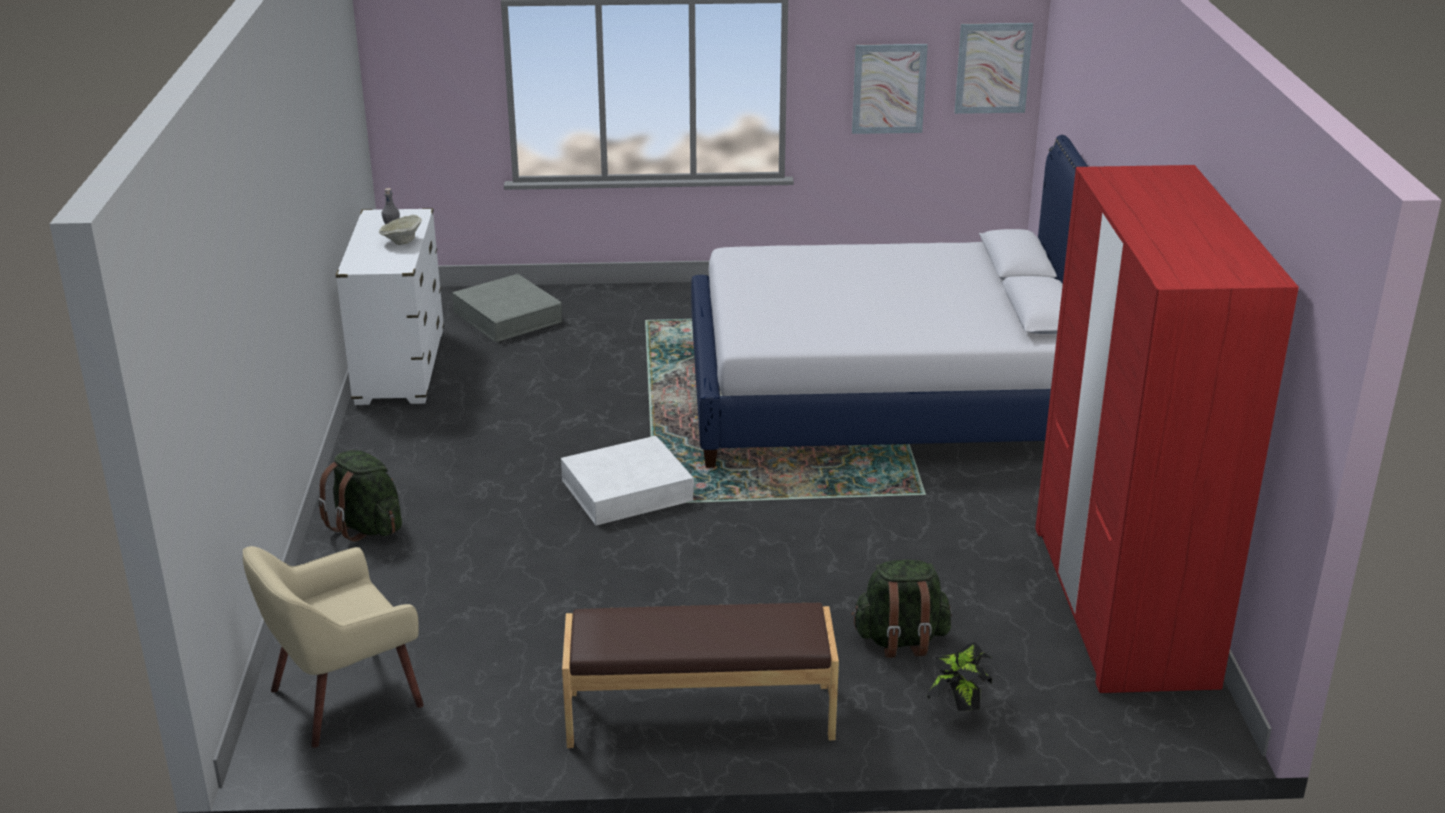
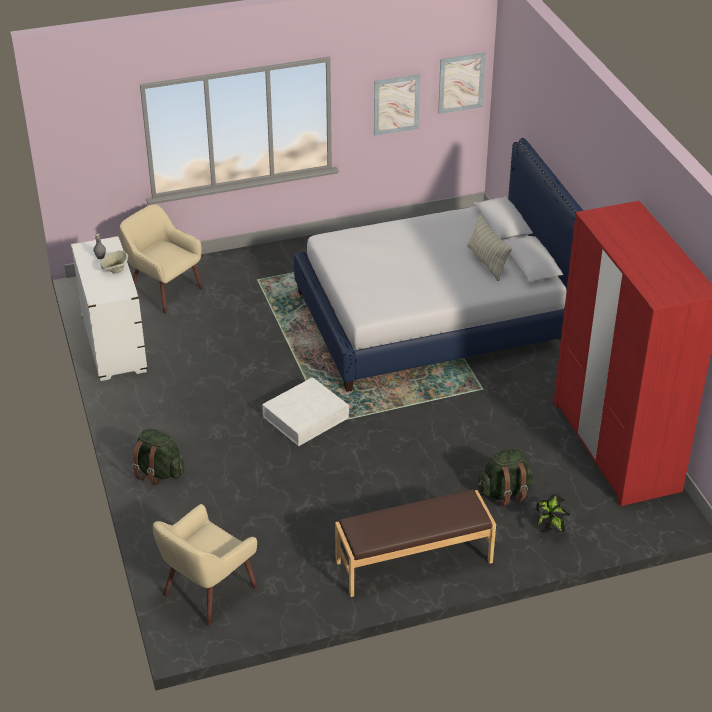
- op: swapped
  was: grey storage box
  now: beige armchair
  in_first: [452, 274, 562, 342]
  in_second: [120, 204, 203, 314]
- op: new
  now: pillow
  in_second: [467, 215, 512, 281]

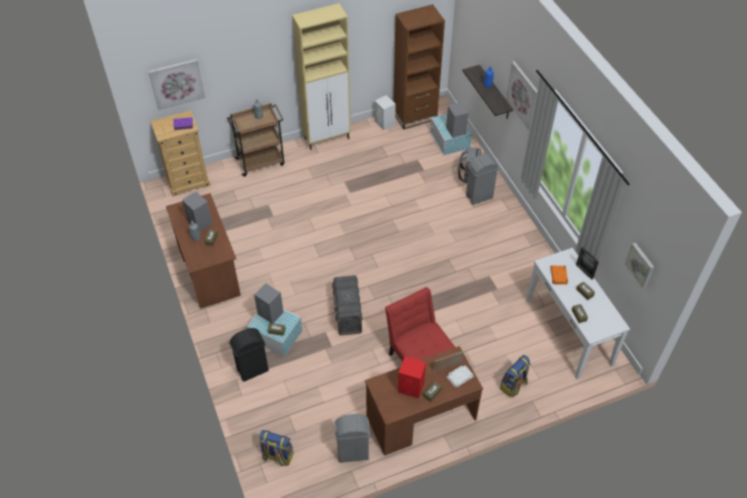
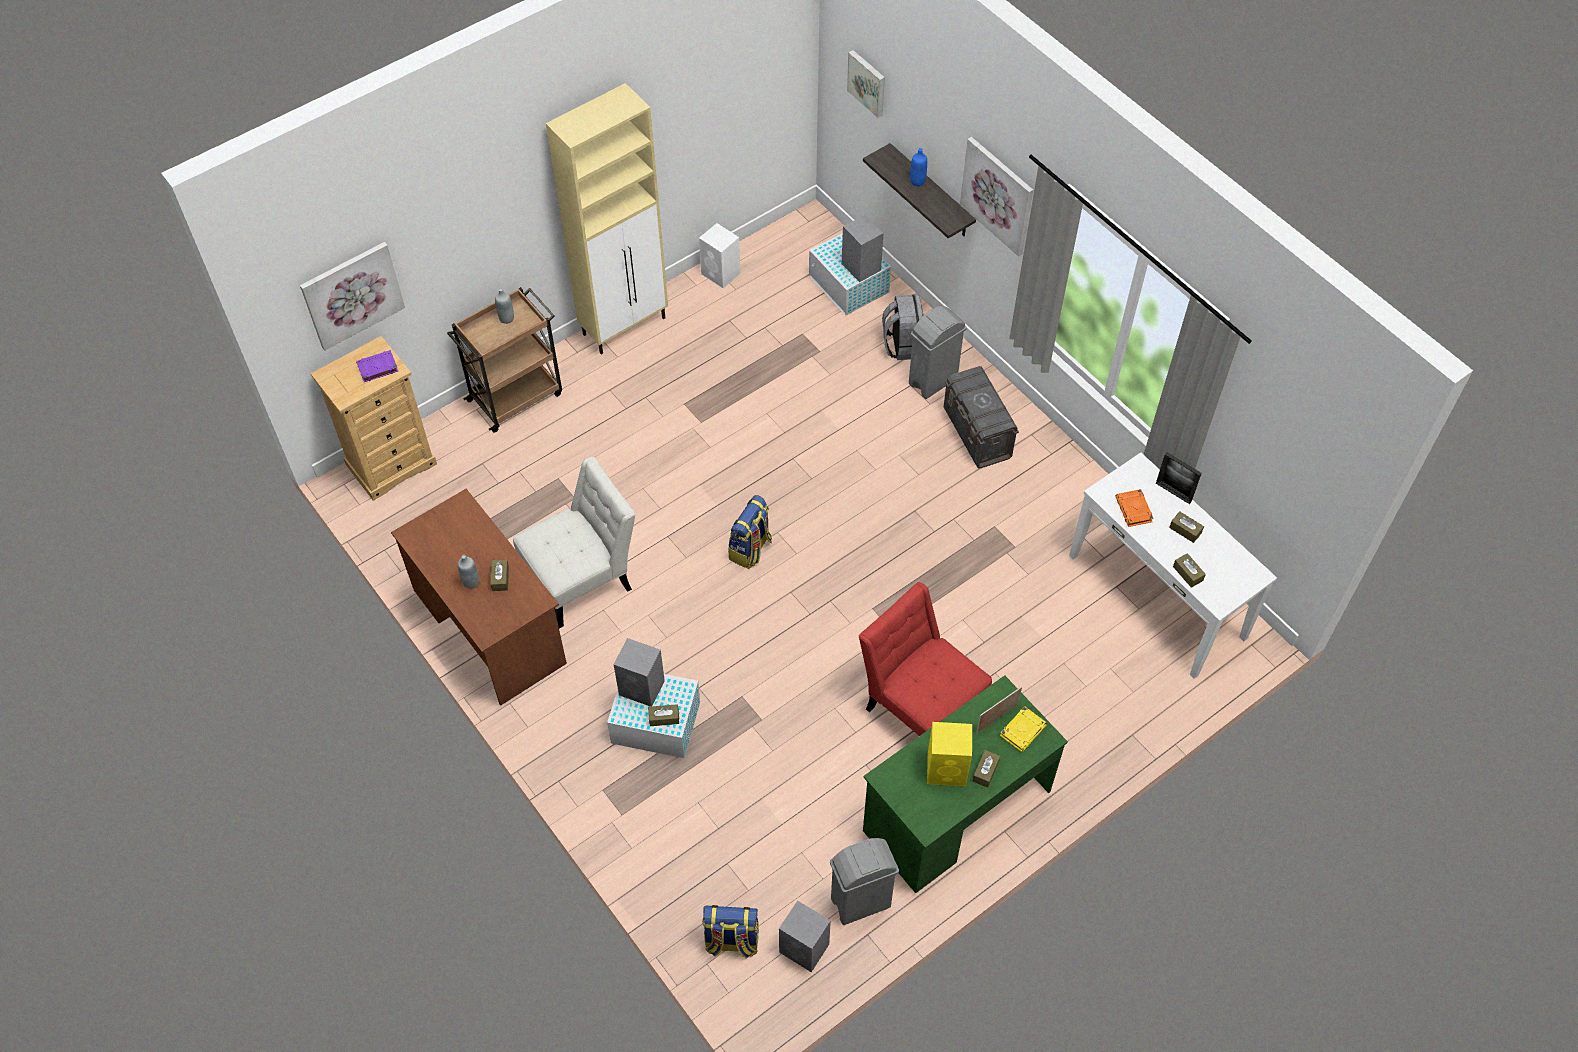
- op: gone
  was: brown bookcase
  in_first: [393, 4, 445, 130]
- op: shifted
  was: grey speaker
  in_first: [182, 191, 212, 232]
  in_second: [779, 901, 831, 972]
- op: shifted
  was: picture
  in_first: [625, 243, 654, 288]
  in_second: [847, 50, 885, 118]
- op: shifted
  was: grey storage box
  in_first: [332, 275, 363, 335]
  in_second: [944, 366, 1019, 469]
- op: gone
  was: black trash can
  in_first: [229, 328, 269, 382]
- op: repainted
  was: brown desk
  now: green desk
  in_first: [365, 346, 483, 456]
  in_second: [863, 675, 1068, 893]
- op: shifted
  was: backpack
  in_first: [500, 355, 531, 397]
  in_second: [728, 495, 772, 569]
- op: repainted
  was: red speaker
  now: yellow speaker
  in_first: [398, 356, 426, 399]
  in_second: [927, 722, 972, 786]
- op: repainted
  was: white book
  now: yellow book
  in_first: [446, 364, 474, 388]
  in_second: [1000, 706, 1047, 752]
- op: new
  now: white chair
  in_second: [513, 457, 636, 629]

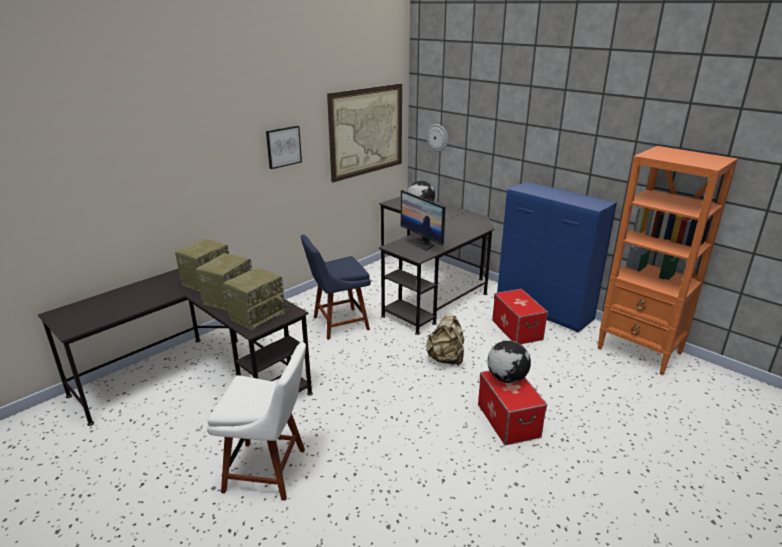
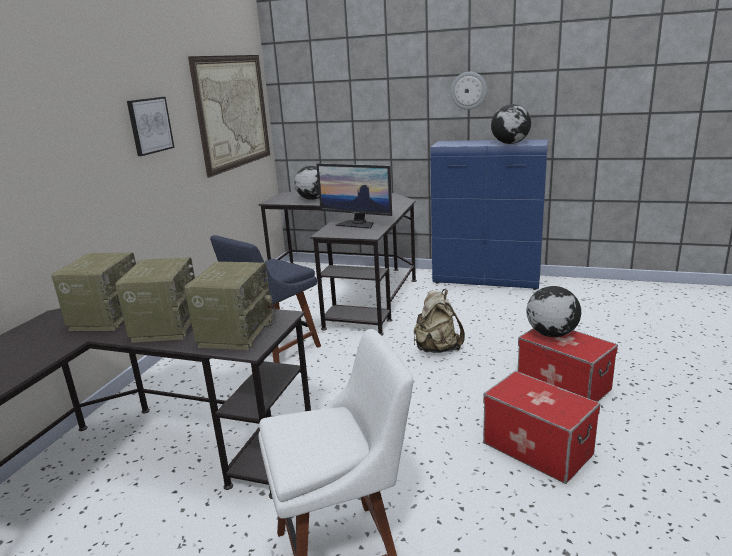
- op: shifted
  was: wall clock
  in_first: [426, 124, 448, 152]
  in_second: [451, 72, 487, 110]
- op: gone
  was: orange bookcase
  in_first: [598, 146, 738, 375]
- op: shifted
  was: storage box
  in_first: [492, 289, 548, 344]
  in_second: [483, 371, 600, 484]
- op: new
  now: globe
  in_second: [491, 104, 531, 144]

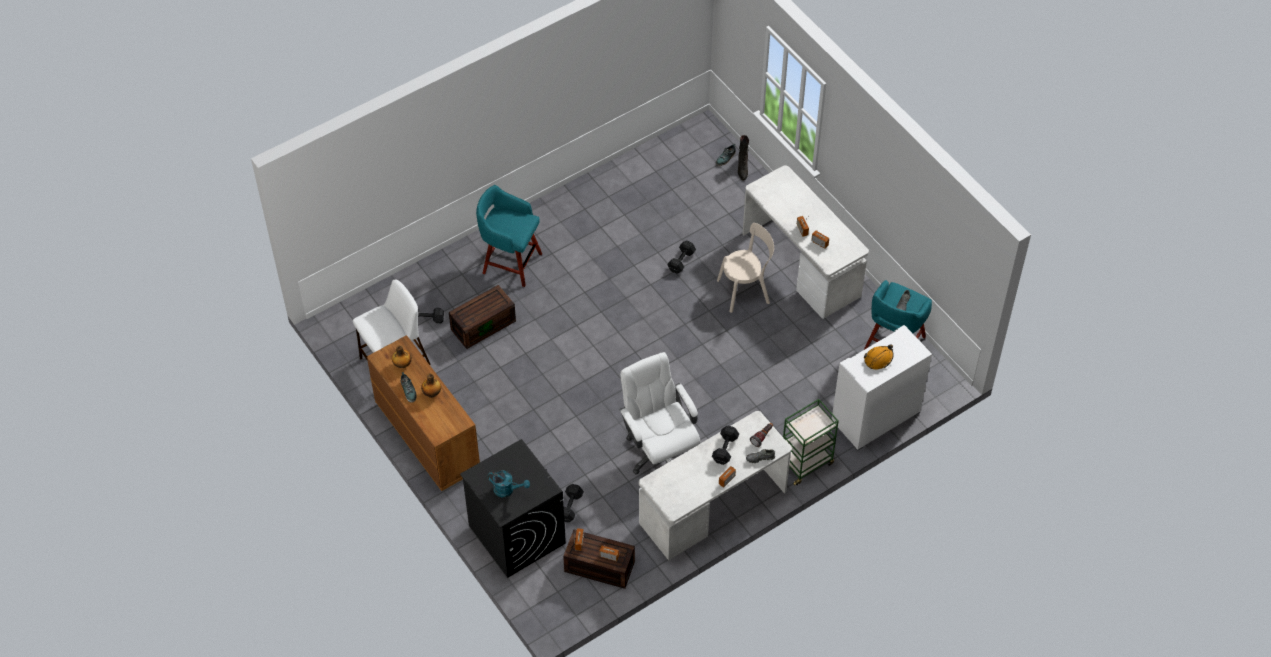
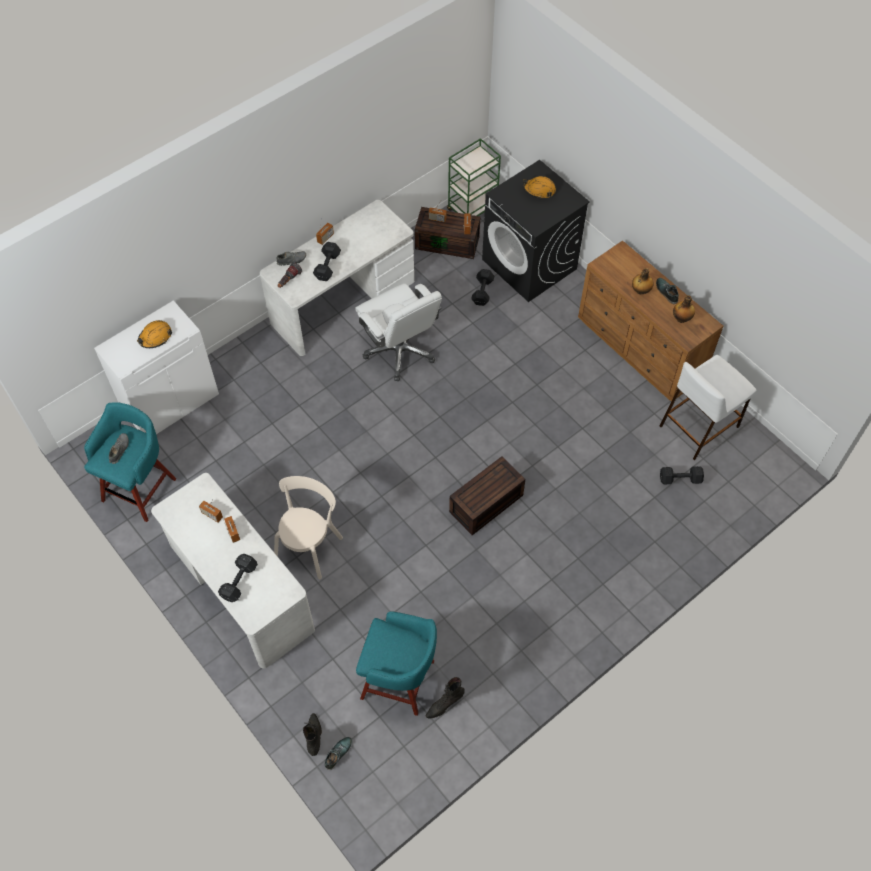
- op: shifted
  was: turquoise stool
  in_first: [476, 185, 542, 287]
  in_second: [356, 611, 437, 716]
- op: rotated
  was: beige chair
  in_first: [717, 223, 774, 313]
  in_second: [274, 476, 343, 579]
  clockwise: 135
- op: shifted
  was: black dumbbell
  in_first: [667, 241, 696, 274]
  in_second: [218, 554, 258, 602]
- op: shifted
  was: brown storage box
  in_first: [449, 285, 516, 349]
  in_second: [449, 456, 525, 535]
- op: shifted
  was: green cart
  in_first: [783, 399, 839, 486]
  in_second: [447, 138, 501, 216]
- op: swapped
  was: turquoise watering can
  now: orange hard hat
  in_first: [487, 471, 530, 497]
  in_second: [523, 176, 556, 199]
- op: new
  now: black boot
  in_second: [426, 677, 465, 718]

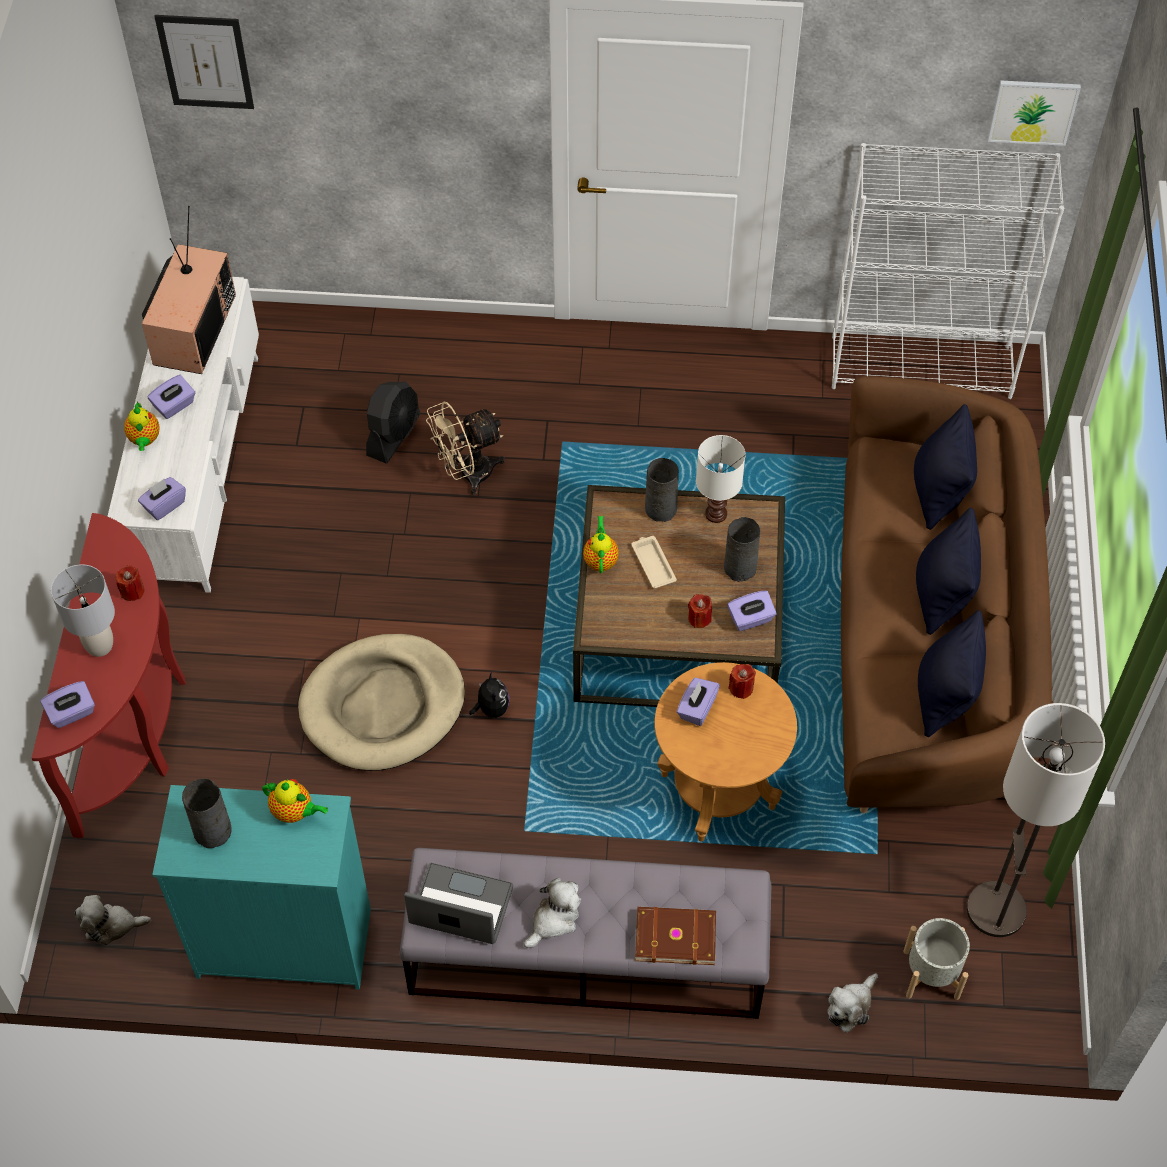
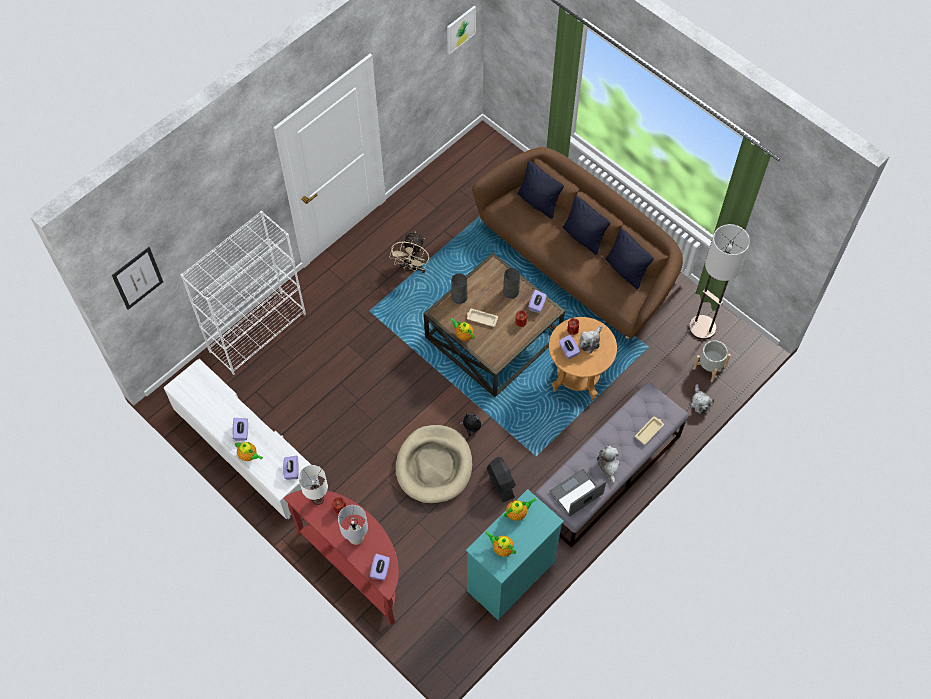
- op: shifted
  was: white bookcase
  in_first: [832, 143, 1064, 399]
  in_second: [181, 211, 306, 375]
- op: gone
  was: television
  in_first: [142, 206, 236, 374]
- op: shifted
  was: black fan
  in_first: [366, 382, 420, 464]
  in_second: [487, 457, 516, 502]
- op: shifted
  was: beige fan
  in_first: [426, 402, 505, 496]
  in_second: [390, 231, 429, 273]
- op: shifted
  was: white table lamp
  in_first: [696, 435, 745, 523]
  in_second: [299, 465, 328, 505]
- op: swapped
  was: grey vase
  now: teapot
  in_first: [182, 779, 232, 848]
  in_second: [485, 531, 516, 557]
- op: shifted
  was: plush toy
  in_first: [75, 895, 152, 945]
  in_second: [580, 326, 602, 354]
- op: swapped
  was: brown book
  now: beige tray
  in_first: [635, 907, 716, 965]
  in_second: [635, 416, 664, 445]

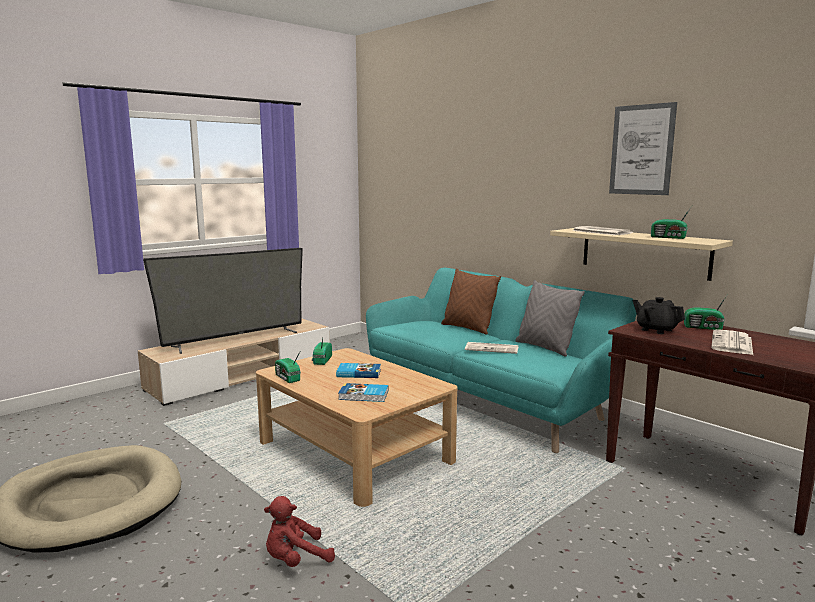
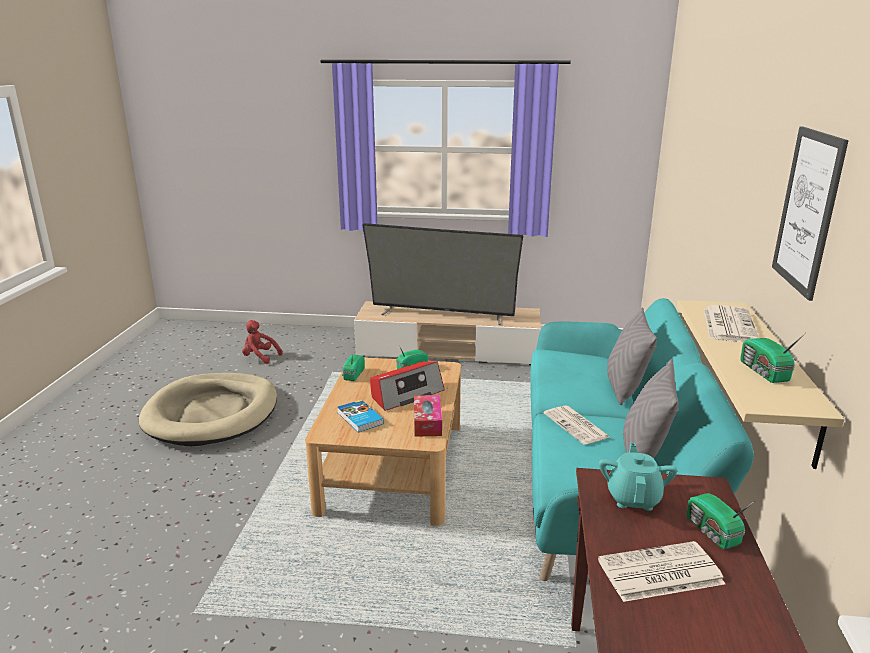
- op: repainted
  was: brown pillow
  now: grey pillow
  in_first: [441, 268, 501, 335]
  in_second: [607, 307, 657, 405]
- op: repainted
  was: black teapot
  now: turquoise teapot
  in_first: [633, 297, 685, 334]
  in_second: [599, 443, 677, 511]
- op: swapped
  was: book
  now: radio
  in_first: [336, 363, 381, 378]
  in_second: [370, 361, 445, 411]
- op: shifted
  was: red plush toy
  in_first: [264, 496, 335, 567]
  in_second: [242, 320, 282, 364]
- op: new
  now: tissue box
  in_second: [414, 395, 442, 437]

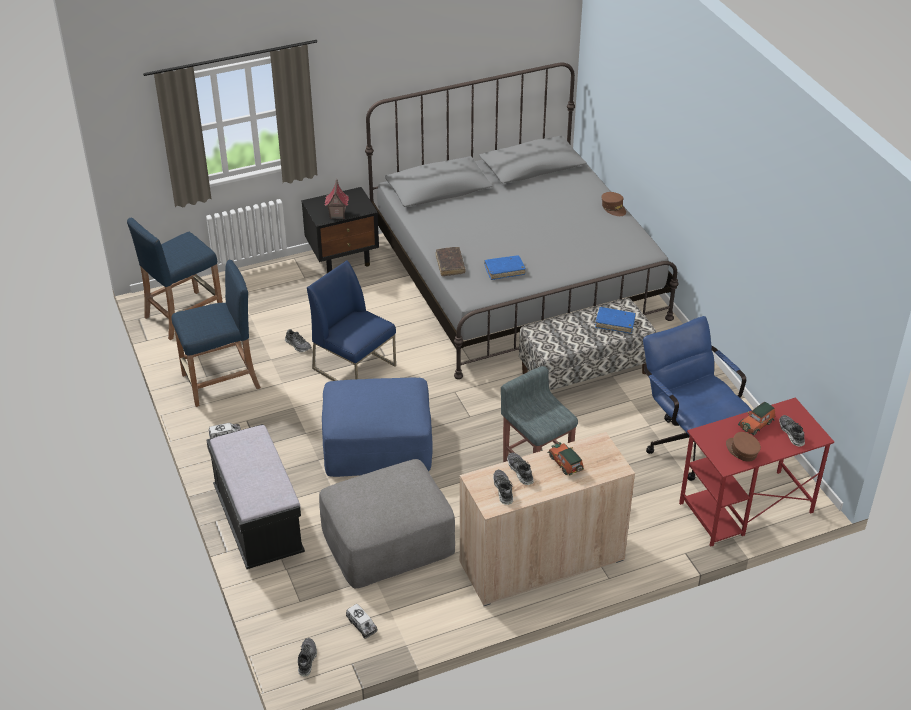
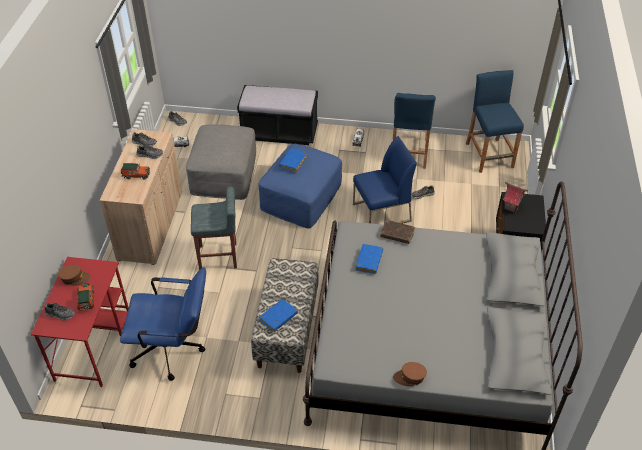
- op: new
  now: blue book
  in_second: [279, 149, 307, 173]

